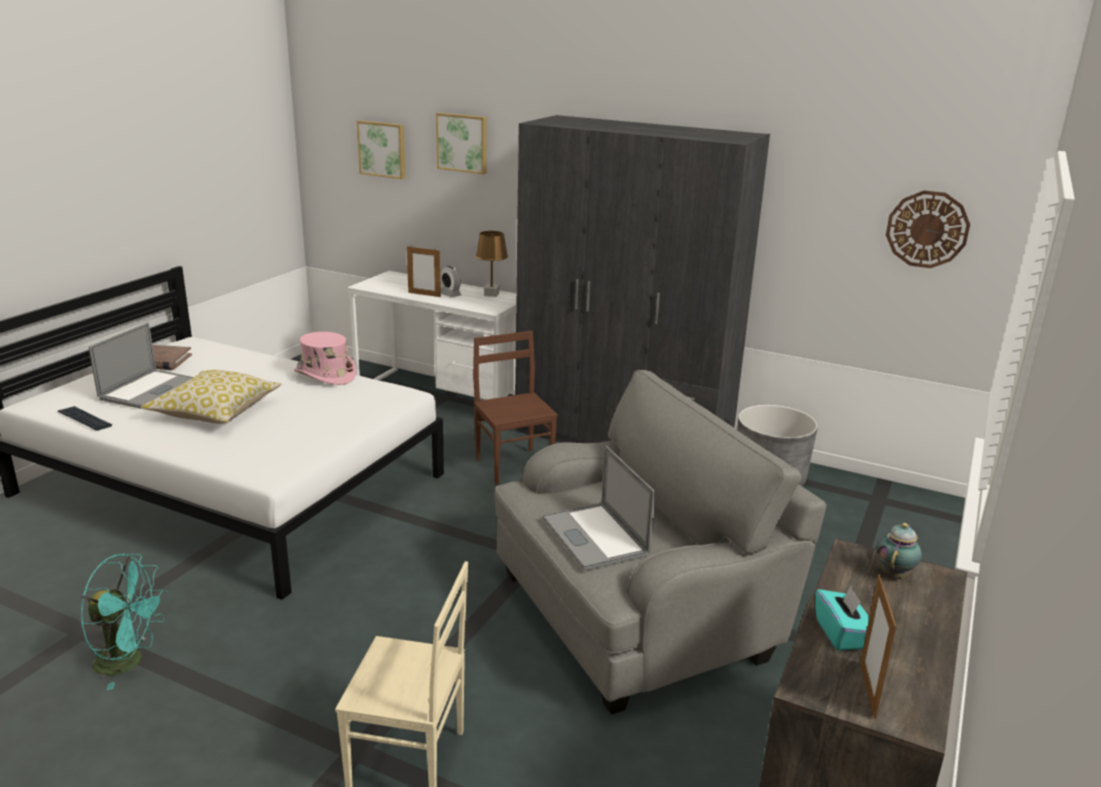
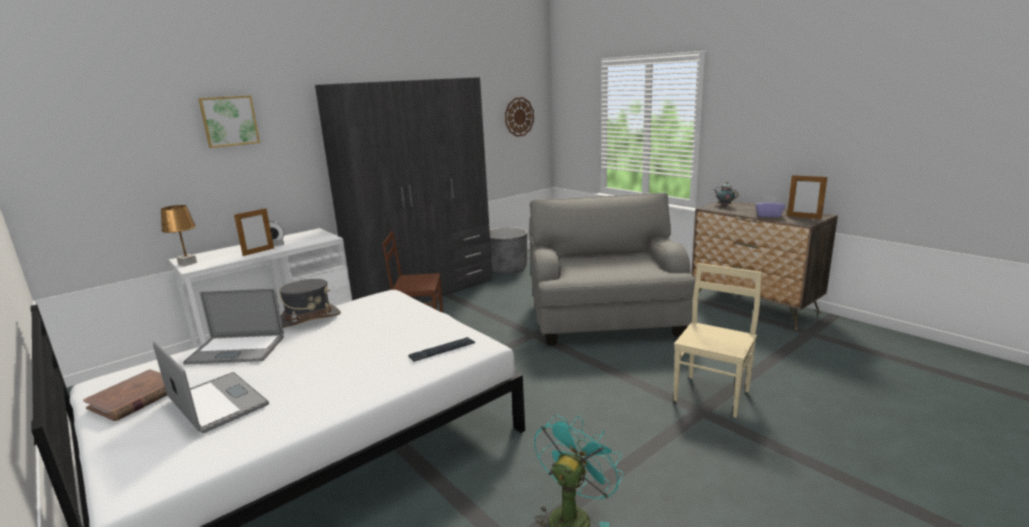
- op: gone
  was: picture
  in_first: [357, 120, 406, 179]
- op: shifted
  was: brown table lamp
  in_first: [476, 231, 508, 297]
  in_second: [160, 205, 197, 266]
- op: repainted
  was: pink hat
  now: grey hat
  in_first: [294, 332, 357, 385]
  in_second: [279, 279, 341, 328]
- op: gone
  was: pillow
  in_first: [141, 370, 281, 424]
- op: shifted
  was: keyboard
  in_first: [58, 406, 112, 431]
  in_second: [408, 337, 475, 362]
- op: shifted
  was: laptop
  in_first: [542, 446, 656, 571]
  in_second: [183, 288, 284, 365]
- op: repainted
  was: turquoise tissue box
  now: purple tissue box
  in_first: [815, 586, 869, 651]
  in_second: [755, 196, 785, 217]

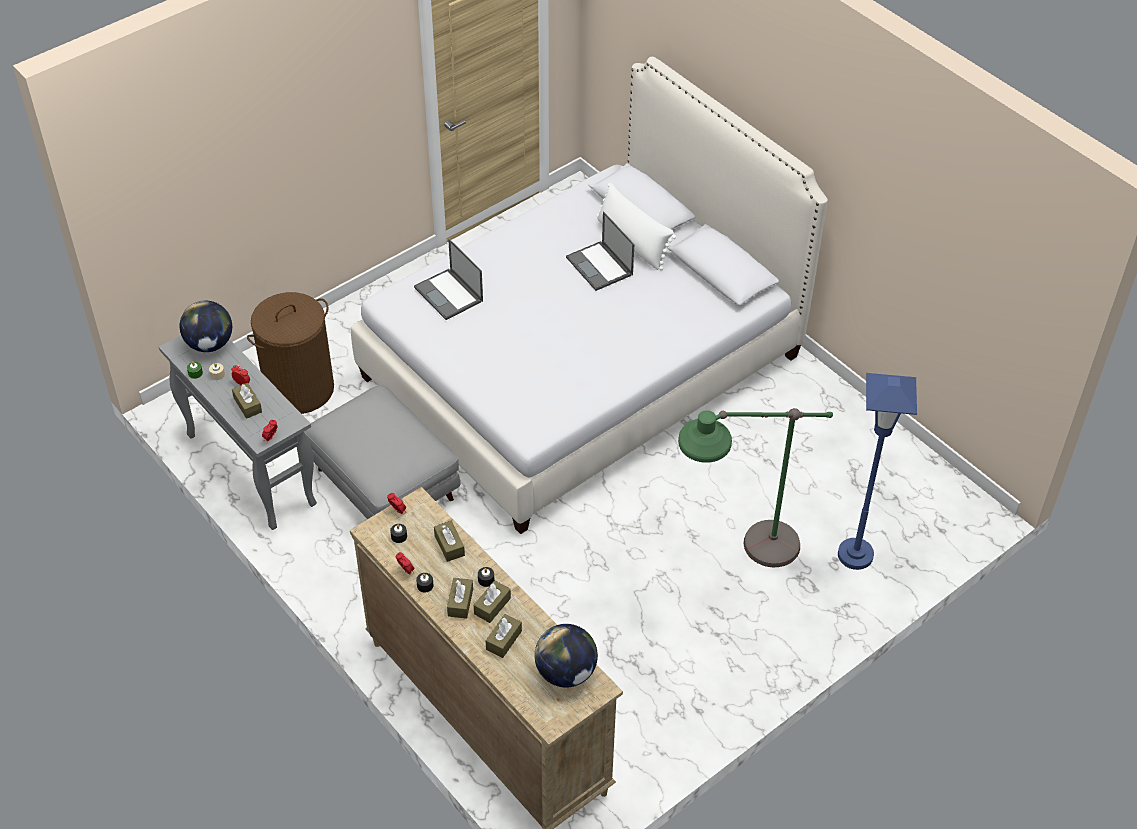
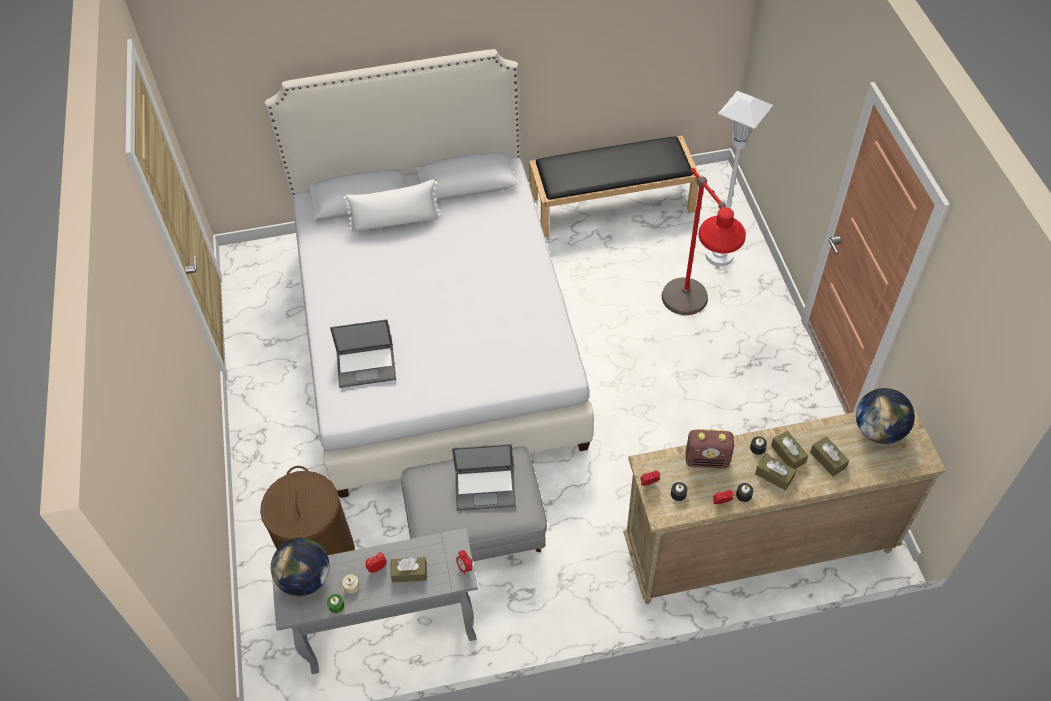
- op: shifted
  was: laptop
  in_first: [566, 211, 634, 291]
  in_second: [452, 444, 516, 511]
- op: repainted
  was: blue floor lamp
  now: white floor lamp
  in_first: [838, 373, 917, 570]
  in_second: [706, 91, 773, 266]
- op: repainted
  was: green floor lamp
  now: red floor lamp
  in_first: [678, 408, 833, 567]
  in_second: [662, 168, 746, 315]
- op: swapped
  was: brown tissue box
  now: radio
  in_first: [434, 521, 465, 562]
  in_second: [686, 429, 734, 468]
- op: new
  now: black bench
  in_second: [529, 136, 700, 238]

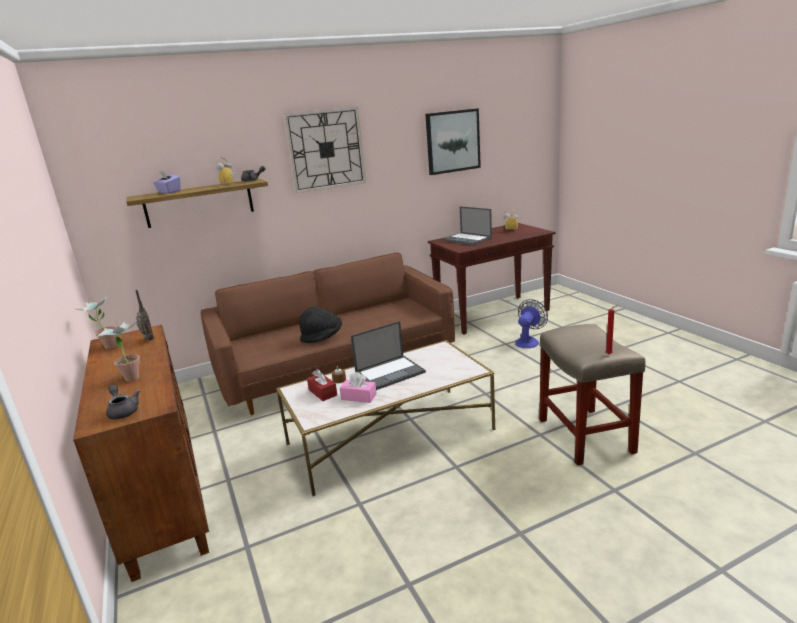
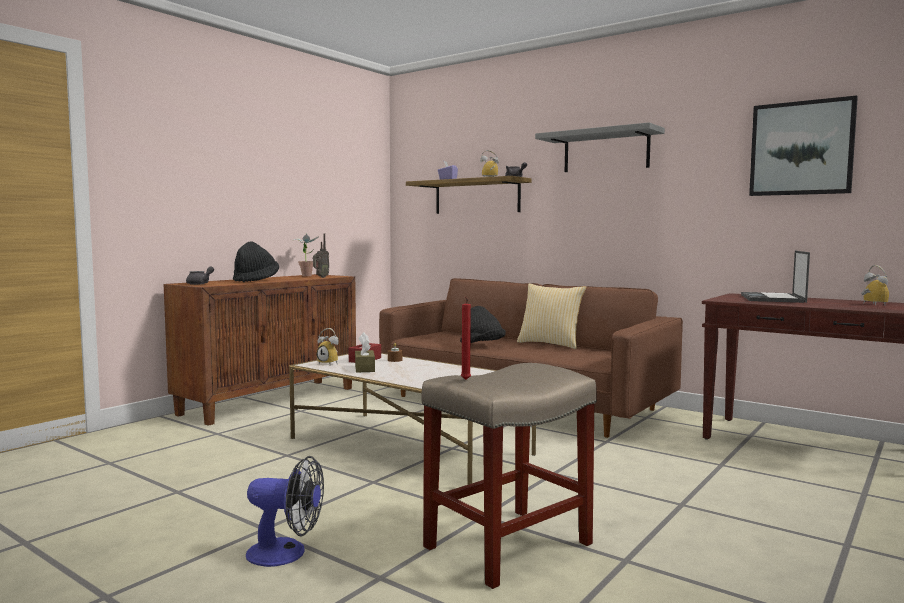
- op: swapped
  was: wall clock
  now: grey shelf
  in_first: [284, 107, 366, 193]
  in_second: [535, 122, 665, 172]
- op: shifted
  was: fan
  in_first: [515, 299, 548, 348]
  in_second: [246, 456, 324, 567]
- op: swapped
  was: potted plant
  now: black hat
  in_first: [97, 321, 140, 382]
  in_second: [233, 241, 279, 282]
- op: gone
  was: laptop
  in_first: [351, 321, 426, 390]
- op: repainted
  was: pink tissue box
  now: brown tissue box
  in_first: [340, 372, 377, 403]
  in_second: [355, 339, 375, 373]
- op: new
  now: pillow
  in_second: [517, 283, 586, 349]
- op: new
  now: alarm clock
  in_second: [317, 328, 339, 365]

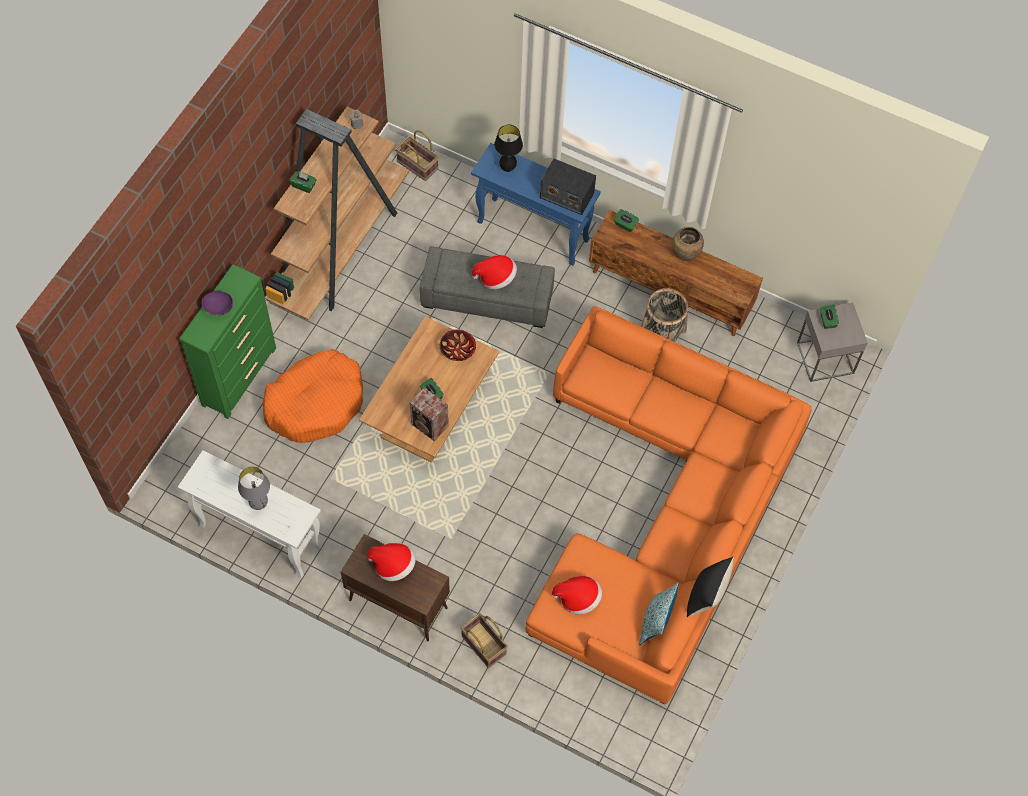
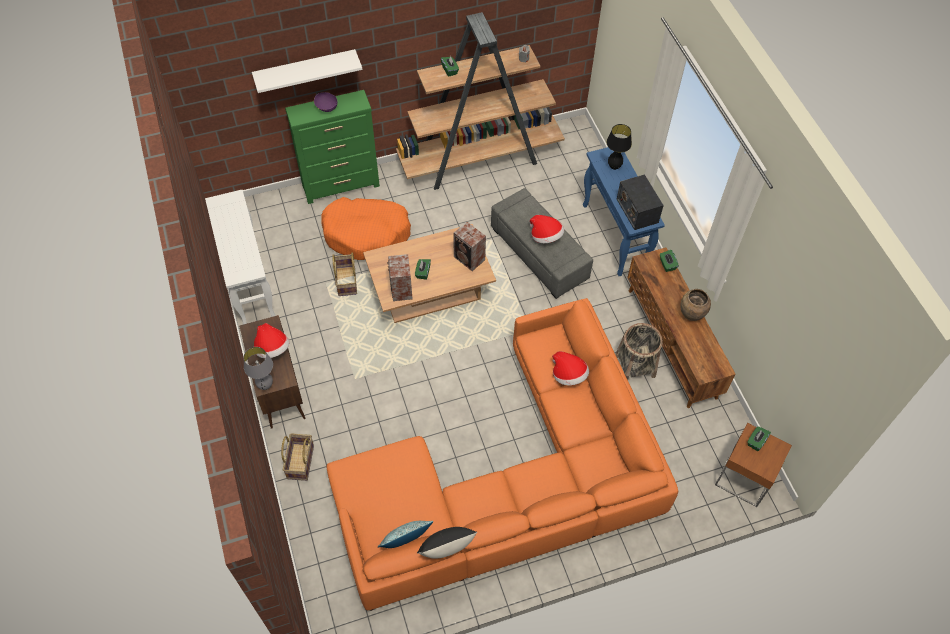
- op: shifted
  was: basket
  in_first: [396, 130, 438, 181]
  in_second: [332, 252, 357, 296]
- op: repainted
  was: grey side table
  now: brown side table
  in_first: [797, 303, 868, 382]
  in_second: [715, 423, 792, 507]
- op: swapped
  was: bowl
  now: speaker
  in_first: [440, 330, 476, 361]
  in_second: [453, 222, 486, 271]
- op: shifted
  was: grey table lamp
  in_first: [238, 467, 270, 510]
  in_second: [244, 347, 273, 390]
- op: shifted
  was: hat
  in_first: [552, 576, 602, 614]
  in_second: [552, 351, 589, 385]
- op: new
  now: white shelf
  in_second: [252, 49, 362, 93]

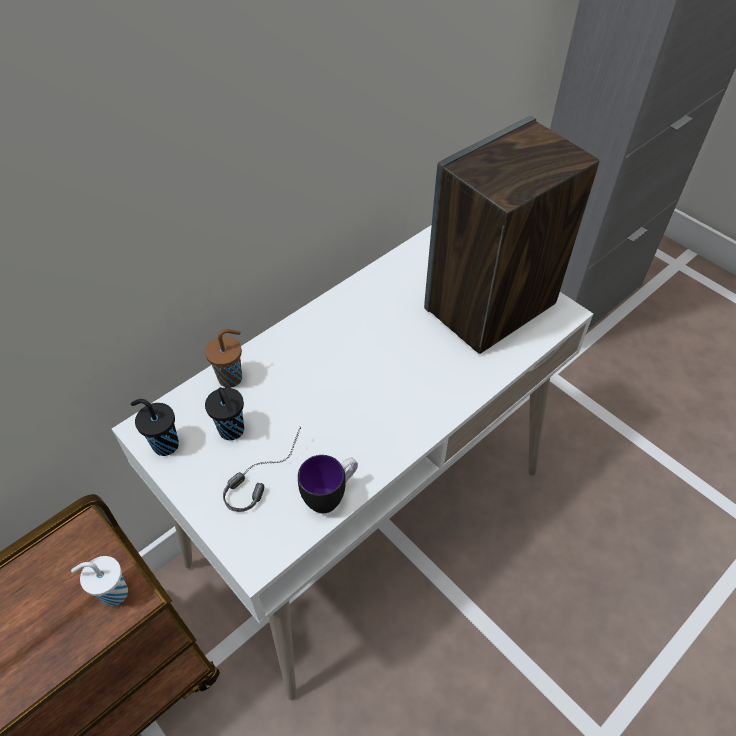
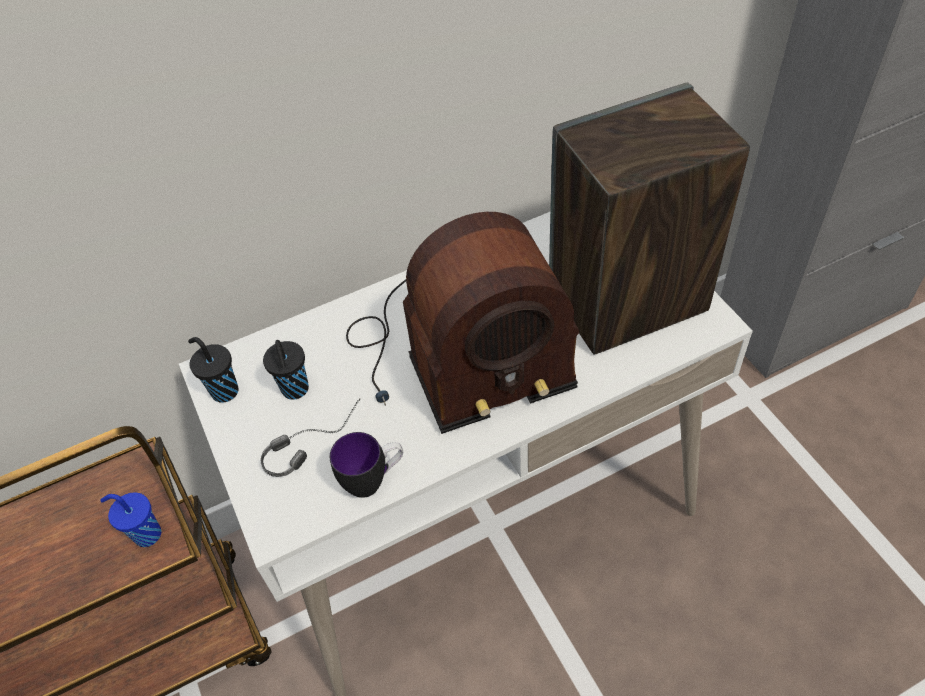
- op: gone
  was: brown cup
  in_first: [205, 329, 242, 388]
- op: repainted
  was: white cup
  now: blue cup
  in_first: [71, 556, 128, 606]
  in_second: [100, 492, 161, 547]
- op: new
  now: radio
  in_second: [346, 212, 579, 434]

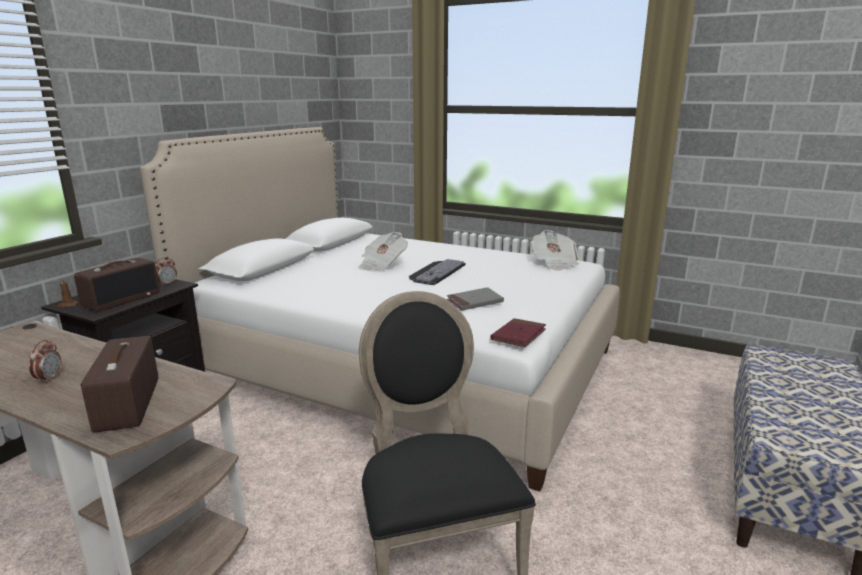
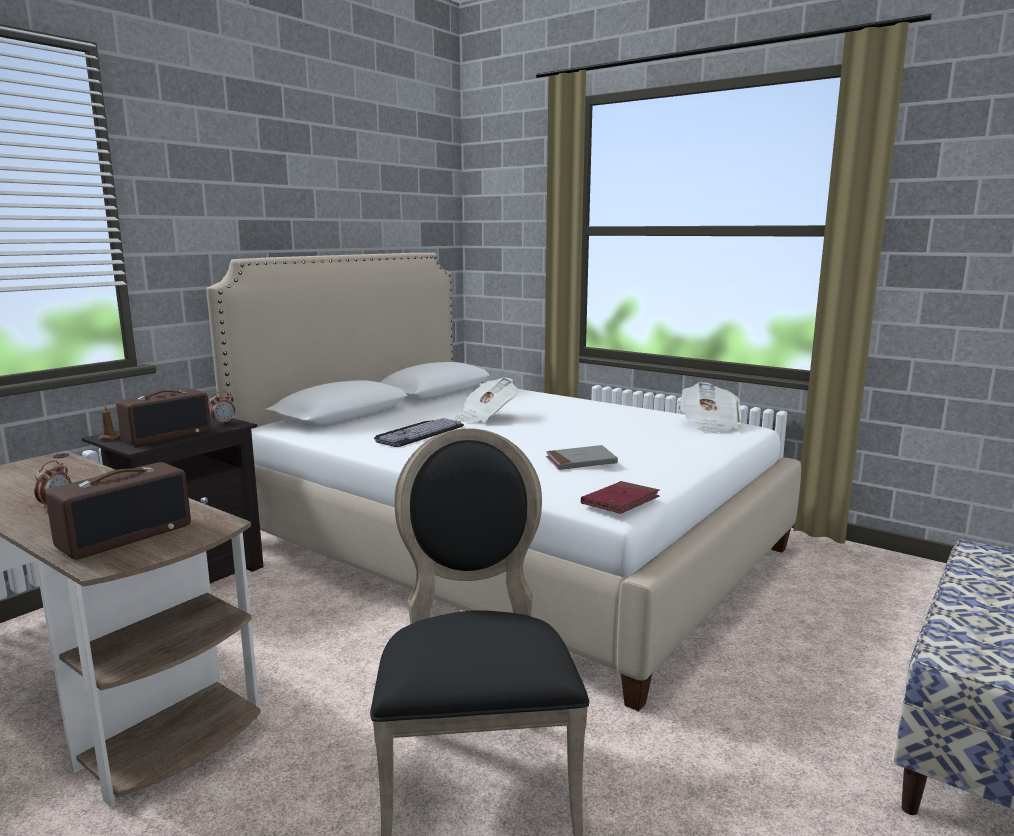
- op: shifted
  was: keyboard
  in_first: [409, 259, 466, 285]
  in_second: [374, 418, 464, 447]
- op: rotated
  was: radio
  in_first: [80, 336, 158, 432]
  in_second: [45, 462, 191, 560]
  clockwise: -135

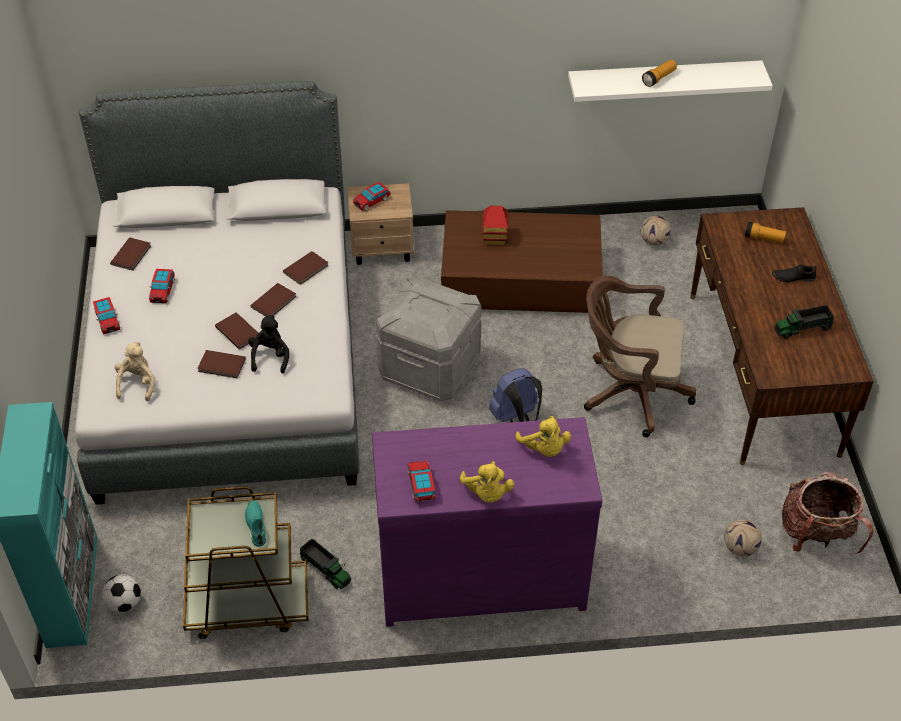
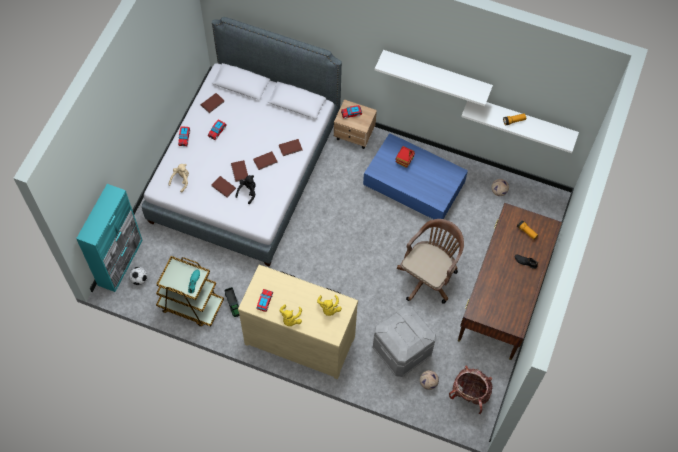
- op: repainted
  was: brown coffee table
  now: blue coffee table
  in_first: [441, 210, 603, 313]
  in_second: [363, 133, 468, 219]
- op: shifted
  was: grey storage box
  in_first: [376, 275, 482, 402]
  in_second: [373, 306, 436, 377]
- op: rotated
  was: brown office chair
  in_first: [584, 276, 696, 437]
  in_second: [397, 219, 464, 304]
  clockwise: 90
- op: gone
  was: toy truck
  in_first: [775, 305, 834, 339]
- op: gone
  was: blue backpack
  in_first: [489, 368, 542, 422]
- op: repainted
  was: purple dresser
  now: beige dresser
  in_first: [372, 417, 602, 627]
  in_second: [238, 265, 358, 379]
- op: new
  now: white shelf
  in_second: [375, 50, 493, 106]

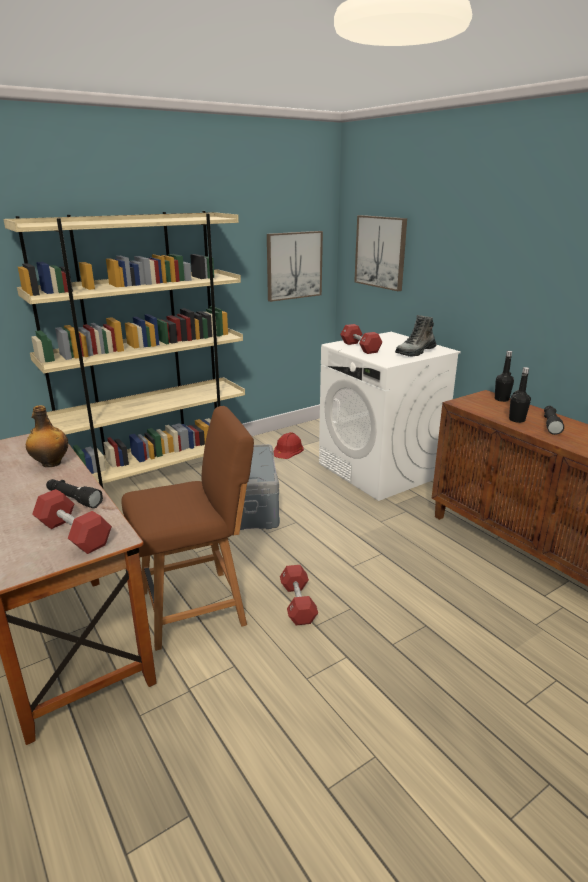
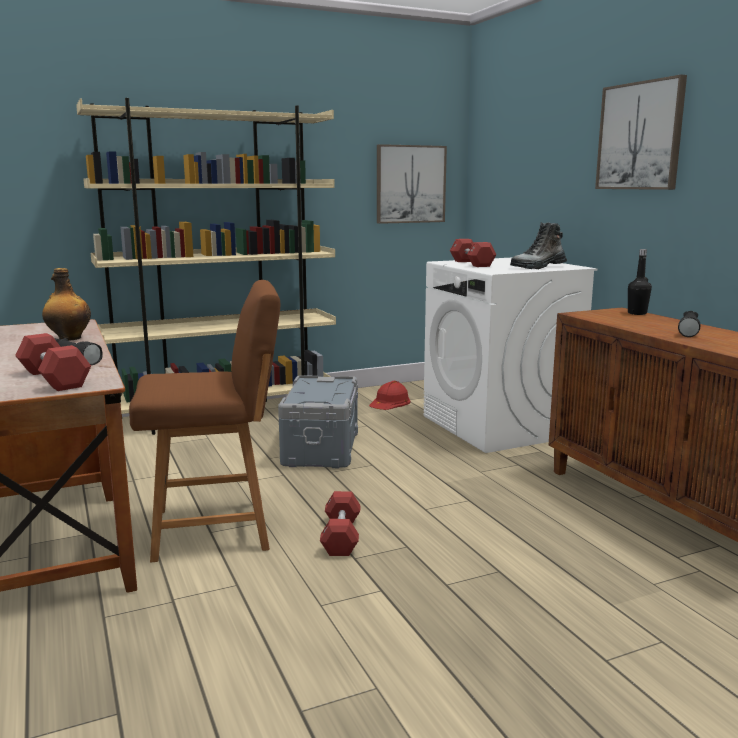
- op: shifted
  was: picture
  in_first: [354, 215, 407, 291]
  in_second: [595, 75, 687, 190]
- op: gone
  was: black bottle
  in_first: [509, 367, 531, 423]

